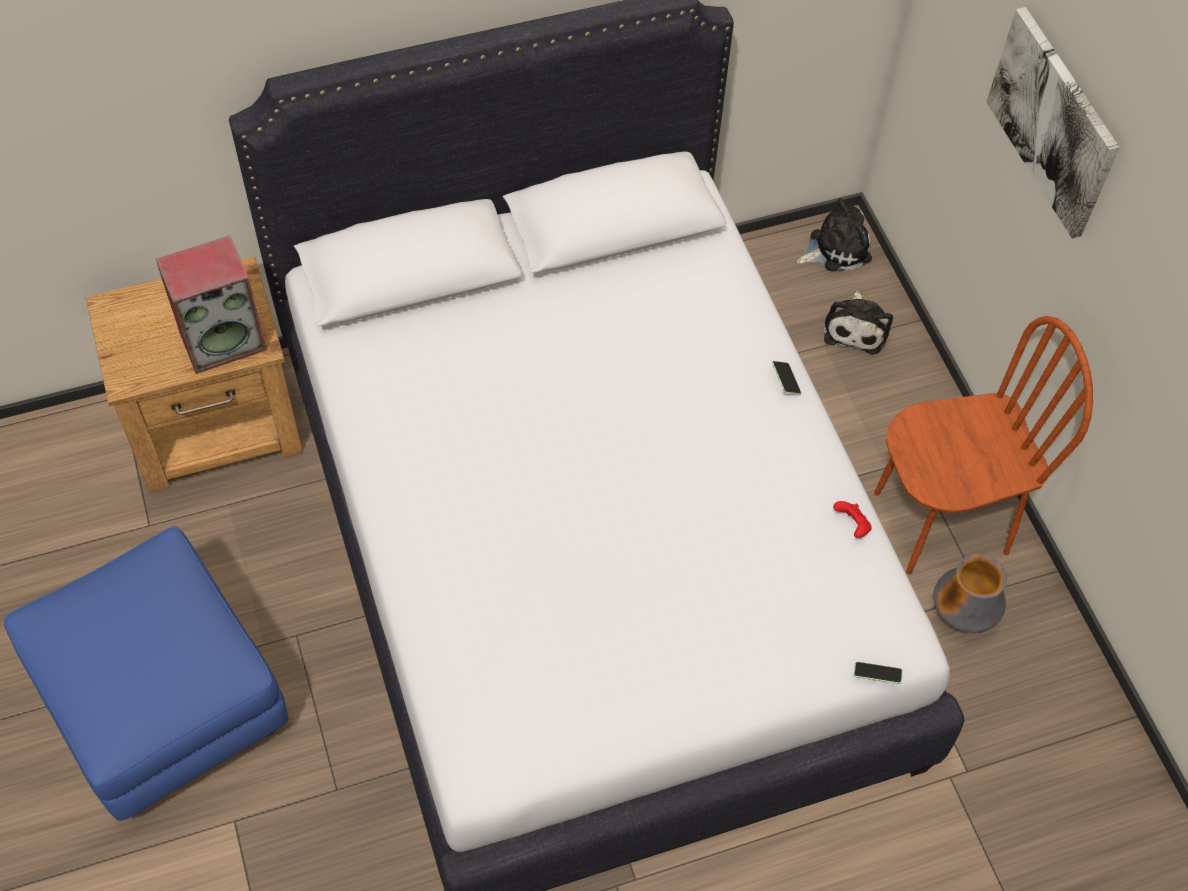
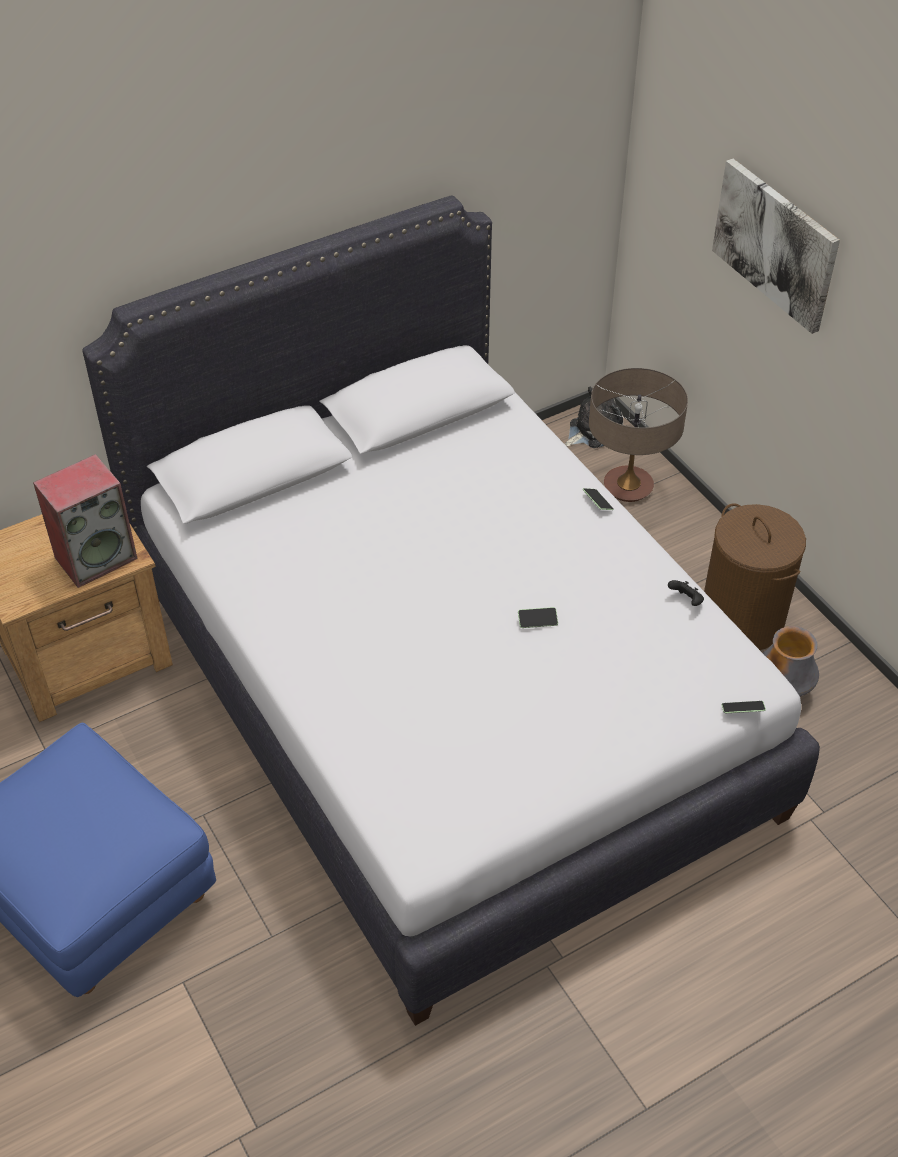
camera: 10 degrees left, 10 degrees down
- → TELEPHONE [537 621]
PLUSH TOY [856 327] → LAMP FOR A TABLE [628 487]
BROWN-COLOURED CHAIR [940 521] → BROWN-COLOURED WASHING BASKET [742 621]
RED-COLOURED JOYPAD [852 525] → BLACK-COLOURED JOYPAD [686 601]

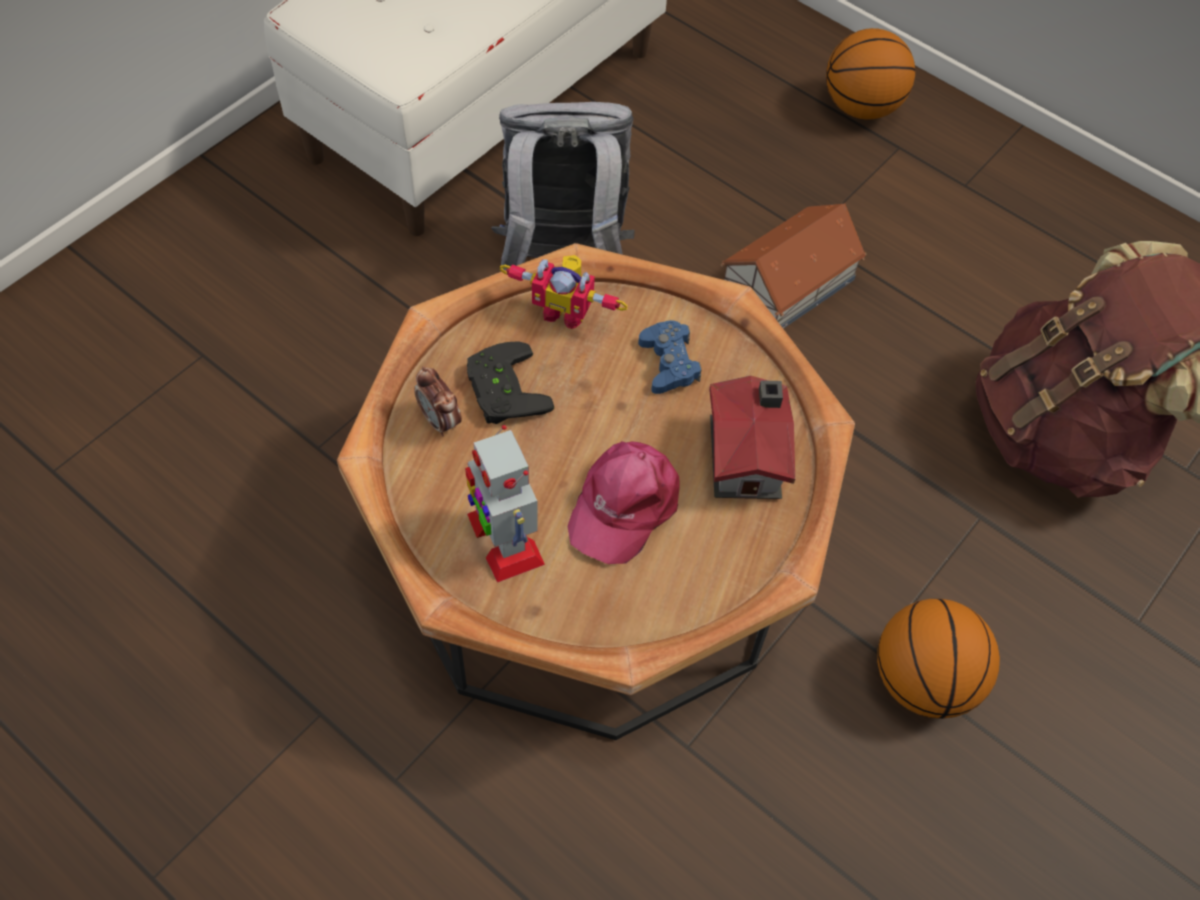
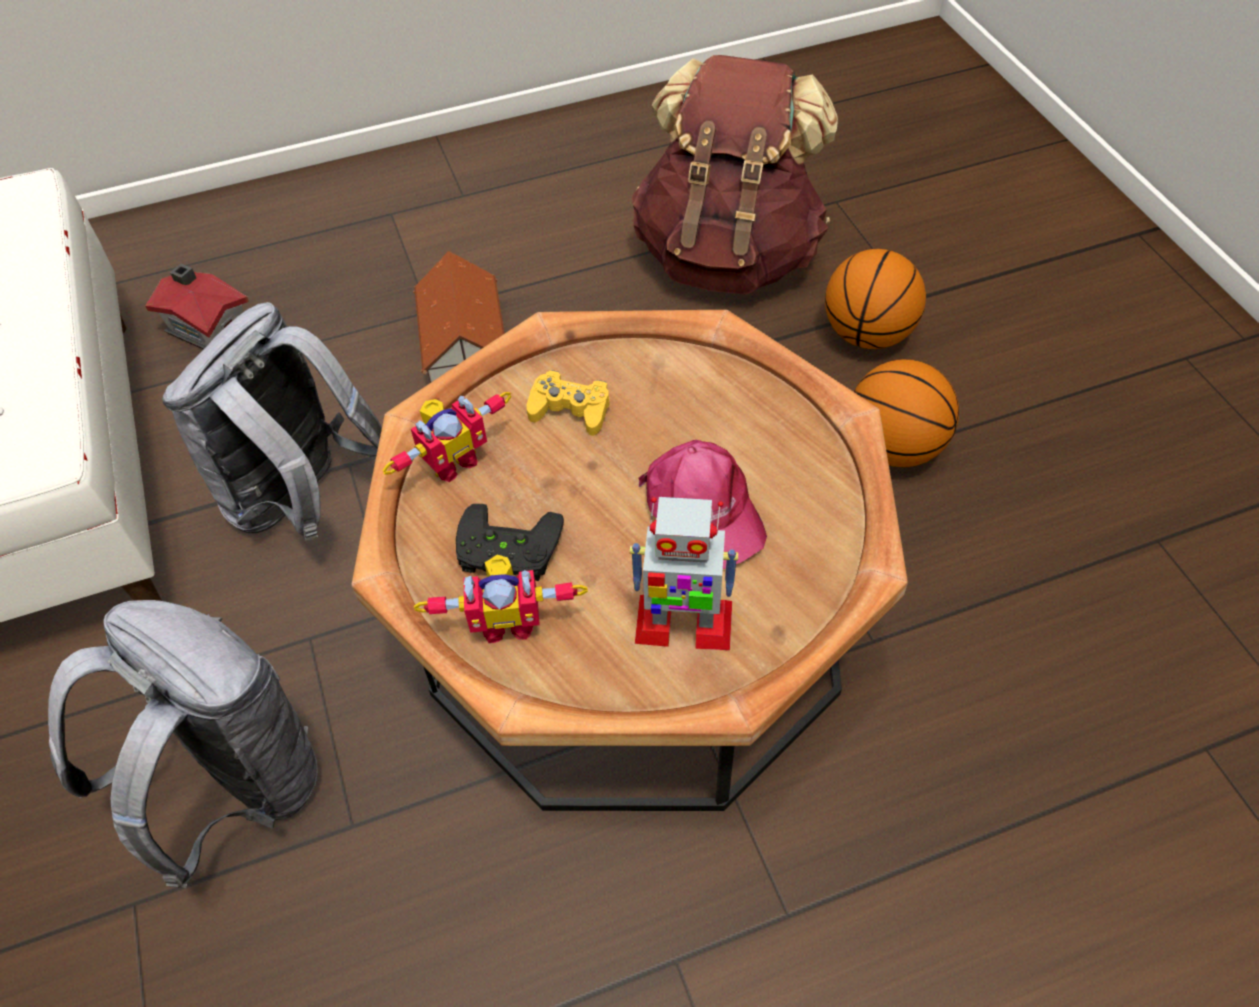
camera: 55 degrees left, 5 degrees down
- → GREYISH KNAPSACK [234 789]
MINIATURE HOUSE [747 456] → MINIATURE HOUSE [209 327], shifted
BASKETBALL [860 107] → BASKETBALL [867 335], shifted
TABLE CLOCK [440 421] → TOY ROBOT [507 621]
BLUE JOYPAD [668 363] → YELLOWISH JOYPAD [570 409]

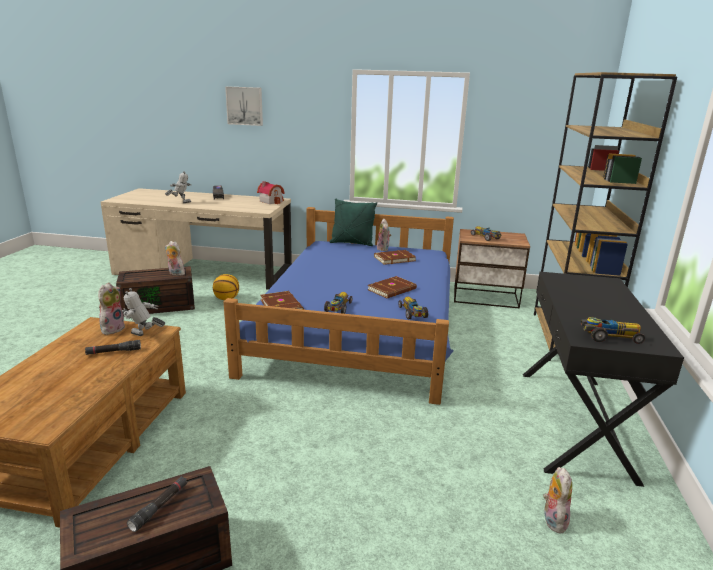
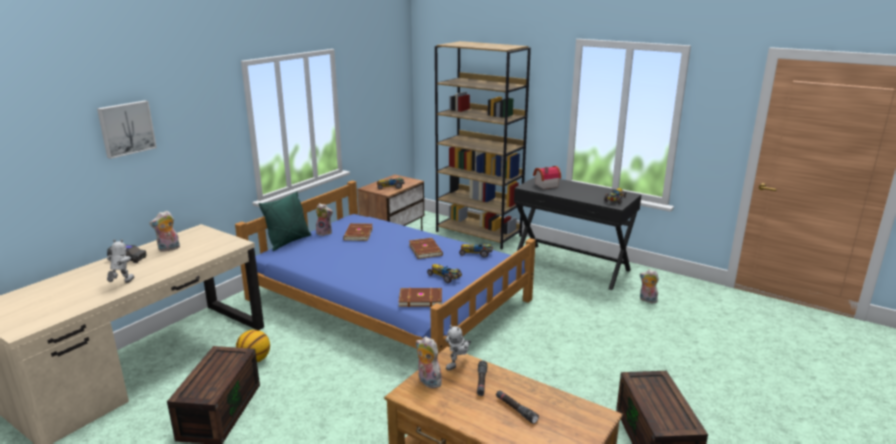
camera: 65 degrees left, 0 degrees up
BLACK-COLOURED FLASHLIGHT [160 507] → BLACK-COLOURED FLASHLIGHT [516 409], shifted
PLUSH TOY [175 273] → PLUSH TOY [169 249], shifted
MINIATURE HOUSE [271 201] → MINIATURE HOUSE [545 185], shifted

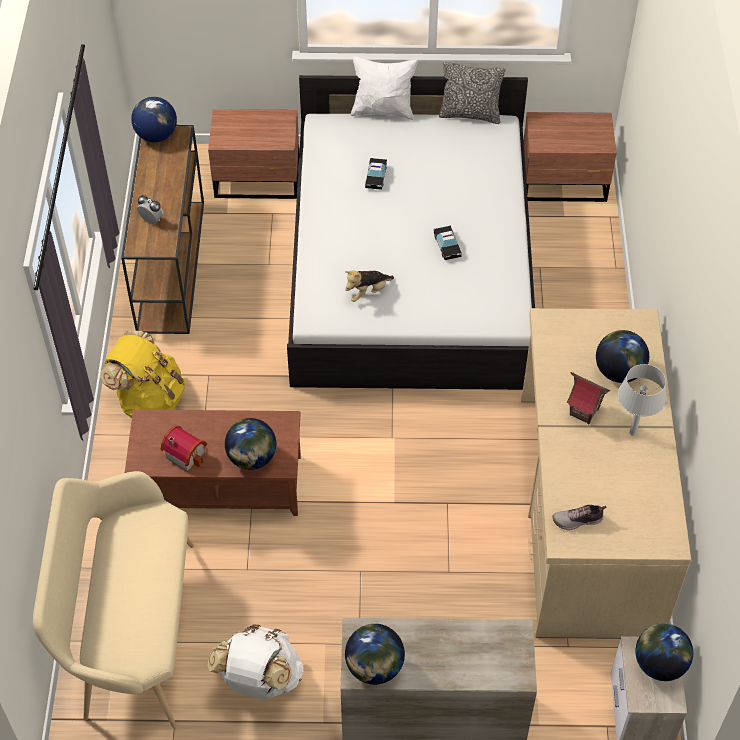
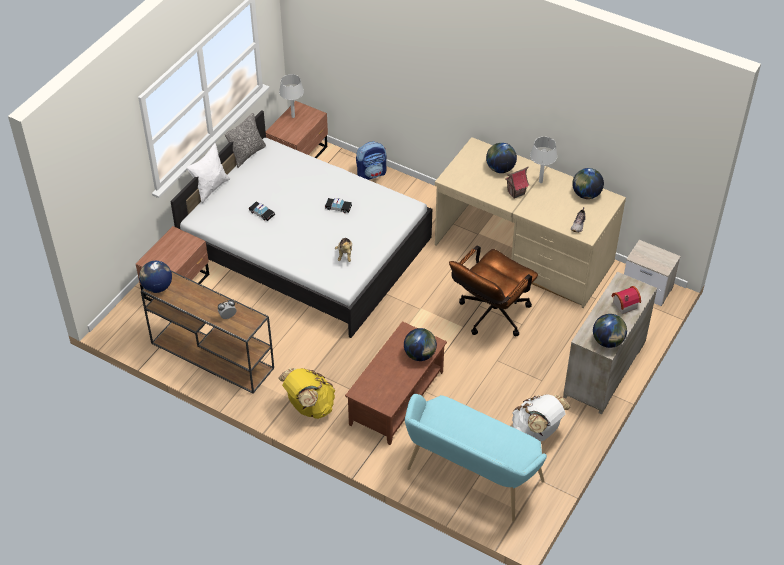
camera: 60 degrees left, 5 degrees down
- → GREYISH LAMP FOR A TABLE [293 116]
- → KNAPSACK [371 174]
- → BROWN-COLOURED DESK CHAIR [490 317]
MINIATURE HOUSE [186 453] → MINIATURE HOUSE [623 304], shifted
GLOBE [659 664] → GLOBE [586 194], shifted
BEIGE-COLOURED LONG SEAT [131 632] → TURQUOISE-COLOURED LONG SEAT [470 478]

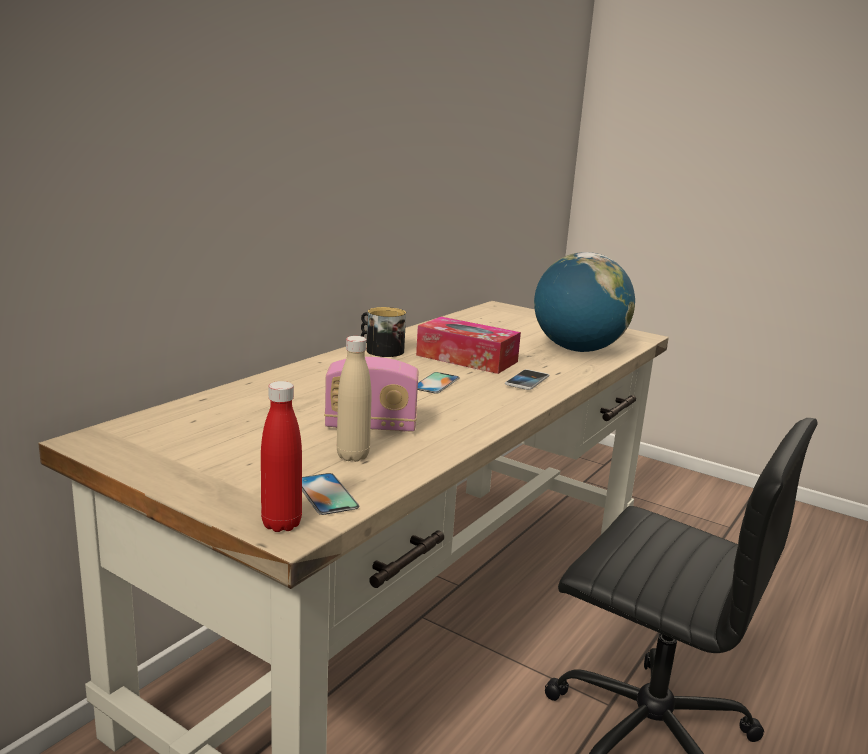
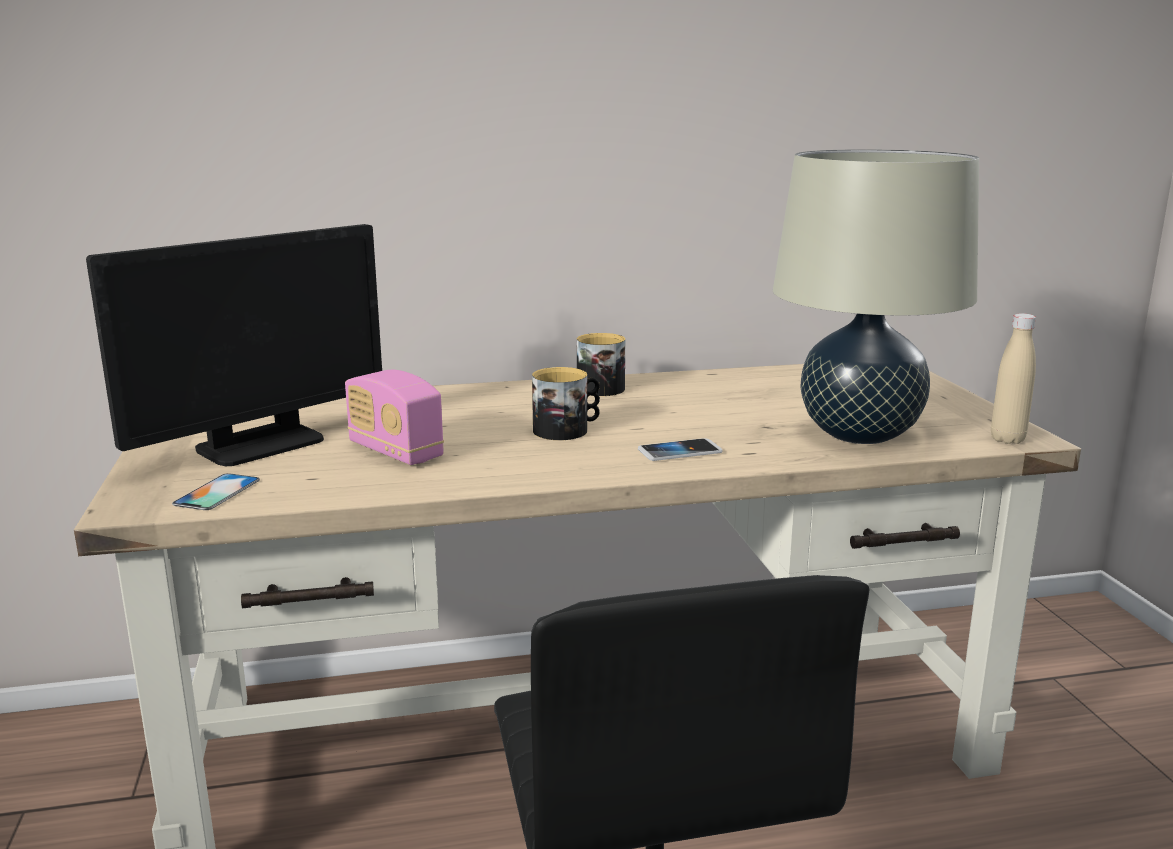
camera: 45 degrees right, 0 degrees up
RED-COLOURED DRINK BOTTLE [281 524] → -
TISSUE BOX [467 358] → -
- → MONITOR [260 444]
BEIGE-COLOURED DRINK BOTTLE [353 456] → BEIGE-COLOURED DRINK BOTTLE [1007 439], shifted
TELEPHONE [436 383] → TEA MUG [567 430]
GLOBE [577 349] → BEIGE-COLOURED LAMP FOR A TABLE [859 434]

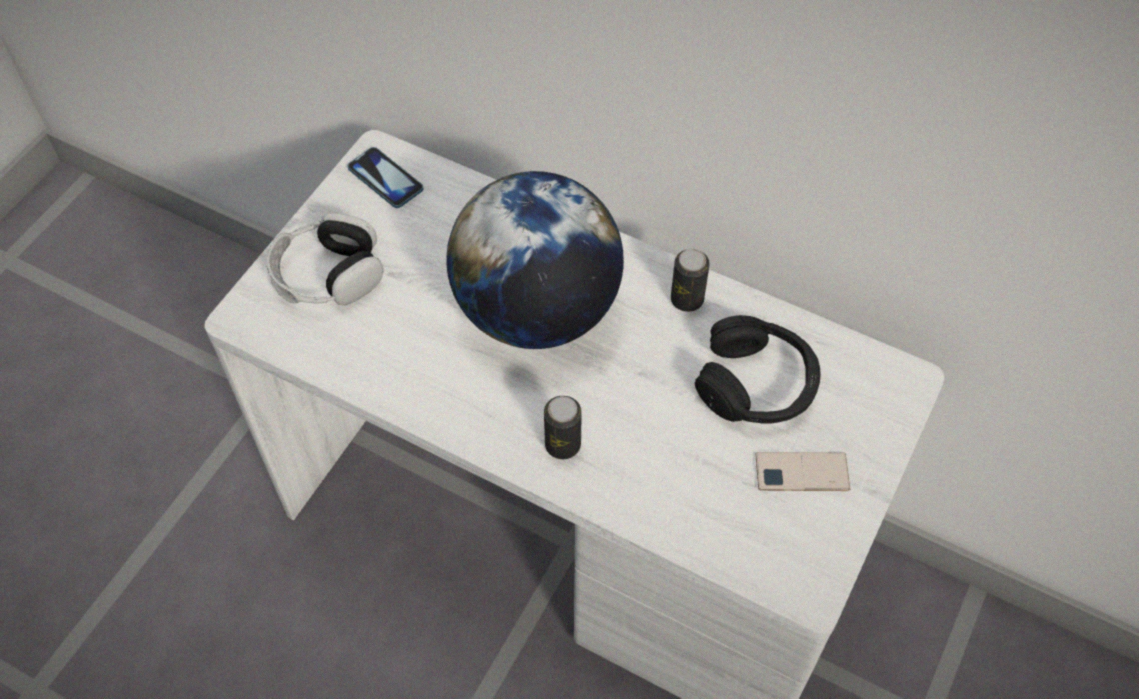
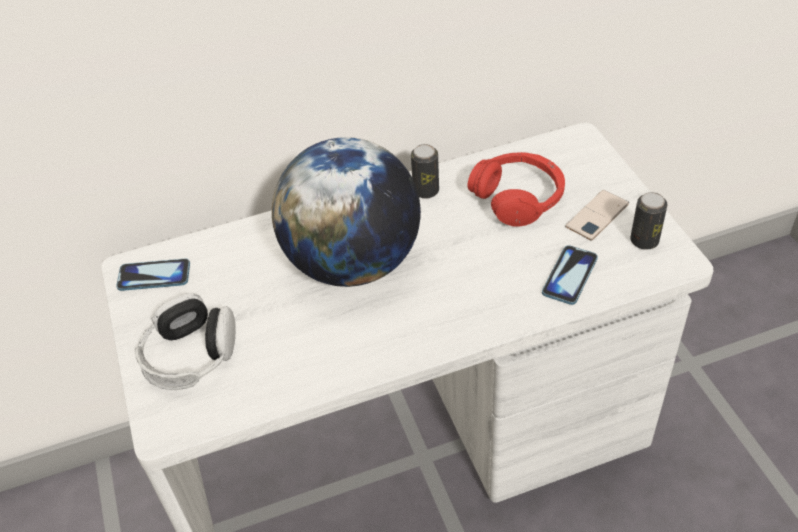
camera: 45 degrees left, 10 degrees down
- → TELEPHONE [569 276]
METAL CAN [562 445] → METAL CAN [644 241], shifted
BLACK-COLOURED HEADPHONES [757 384] → RED-COLOURED HEADPHONES [518 198]

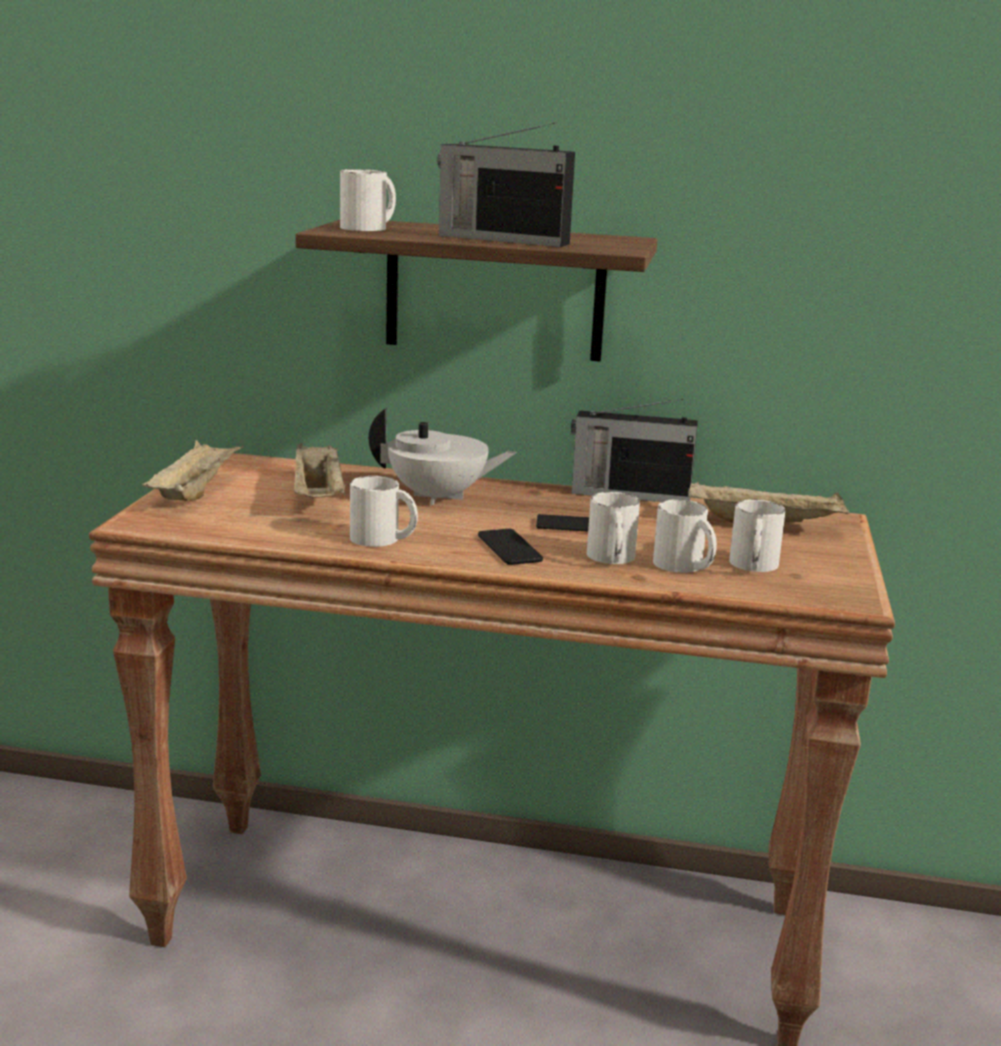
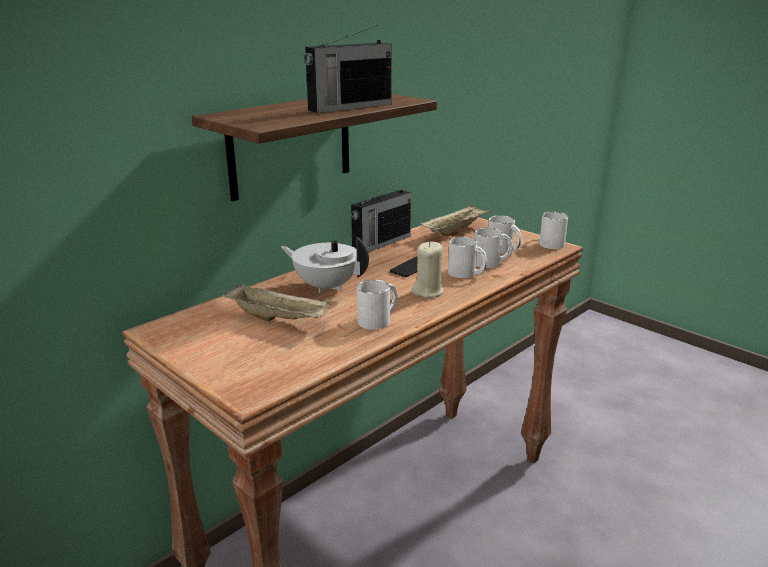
camera: 55 degrees left, 5 degrees up
BEIGE-COLOURED CARRYING TRAY [194 492] → -
WHITISH TEA MUG [370 227] → WHITISH TEA MUG [549 242], shifted
TELEPHONE [509 548] → BEIGE-COLOURED WAX LIGHT [428 291]
WHITISH TEA POT [438 497] → WHITISH TEA POT [326 286], 105 degrees counterclockwise

